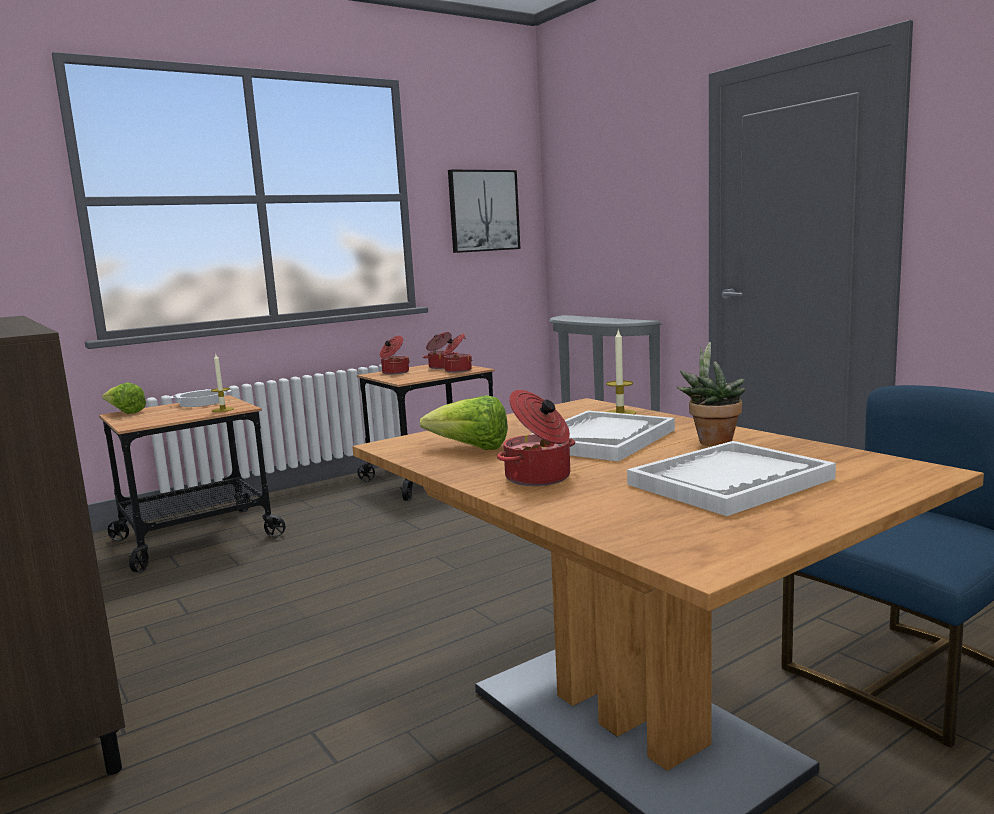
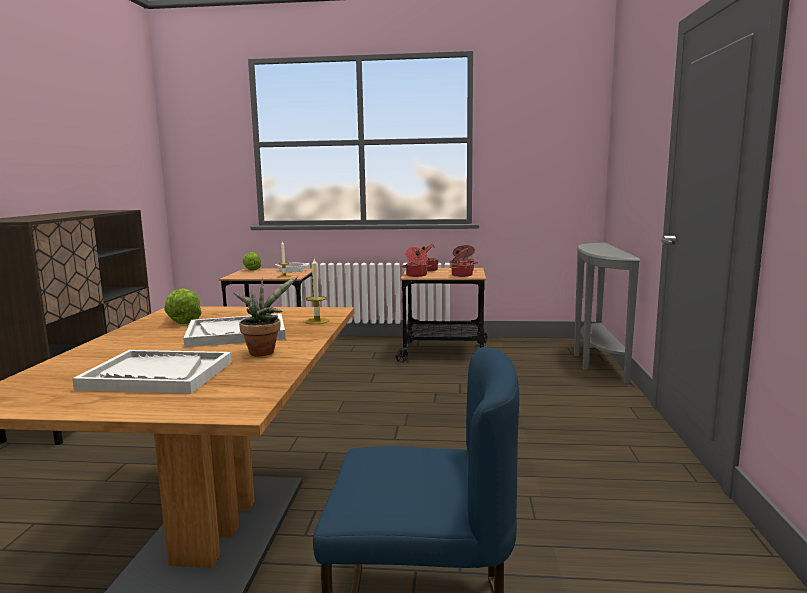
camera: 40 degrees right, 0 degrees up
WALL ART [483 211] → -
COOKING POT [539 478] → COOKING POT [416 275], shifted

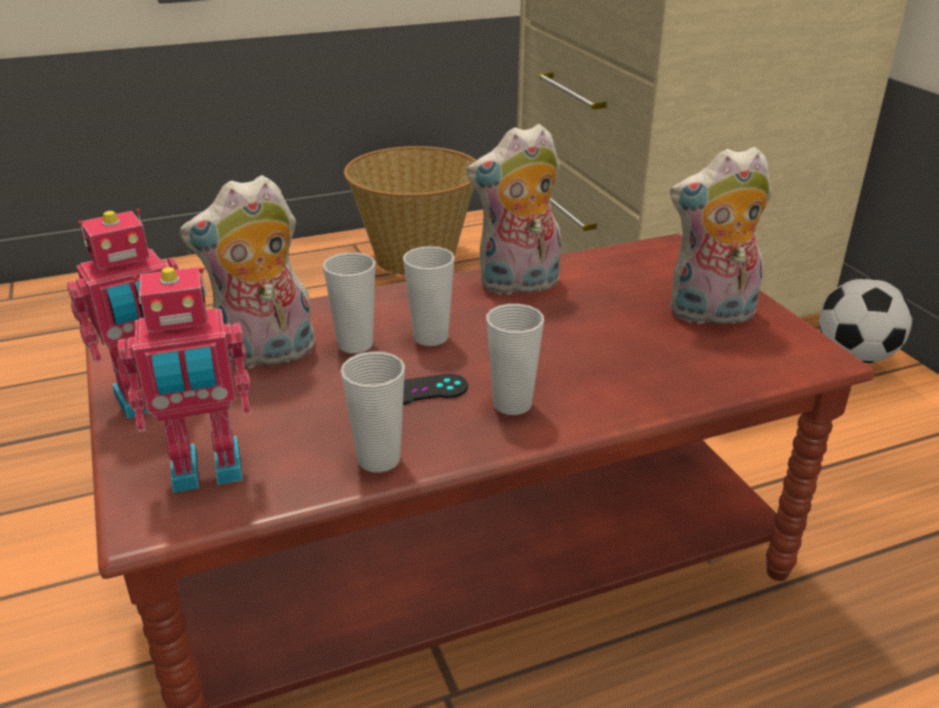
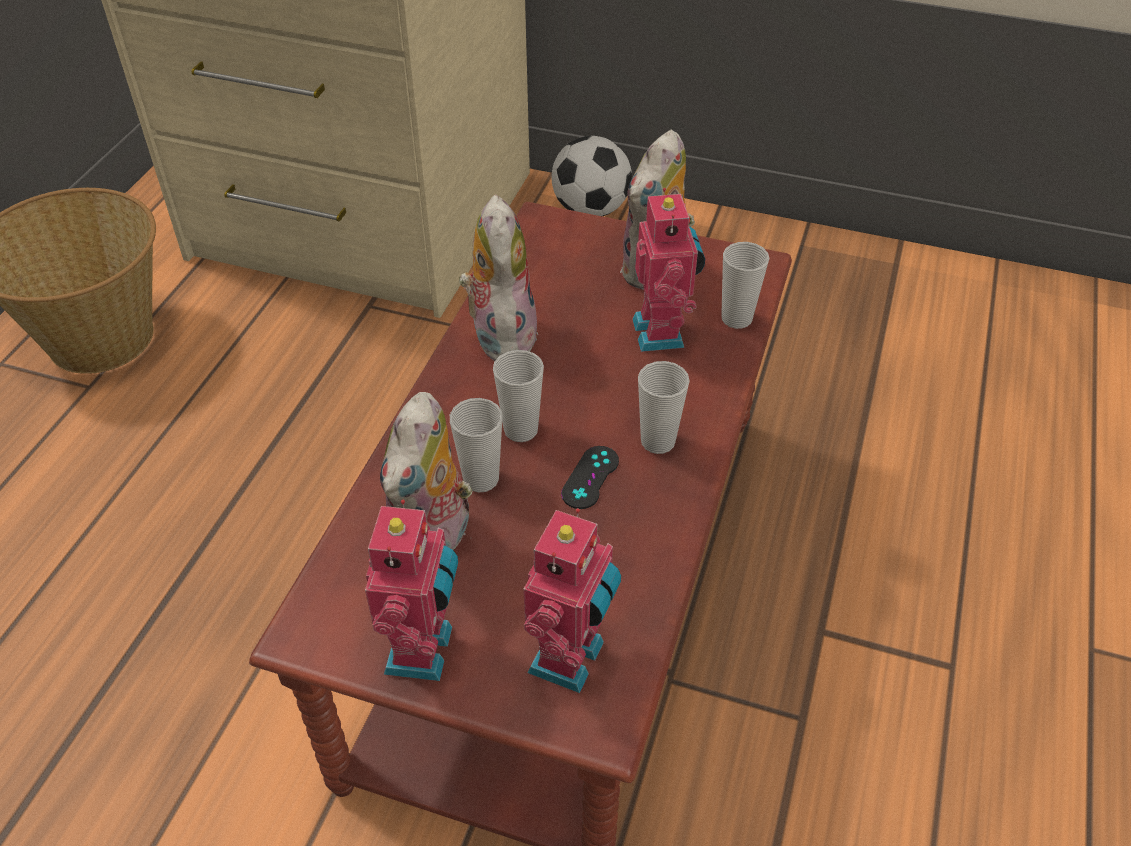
camera: 50 degrees left, 15 degrees up
- → TOY ROBOT [662 332]
CUP [379 460] → CUP [736 319], shifted
PLUSH TOY [518 285] → PLUSH TOY [500 334], 150 degrees clockwise

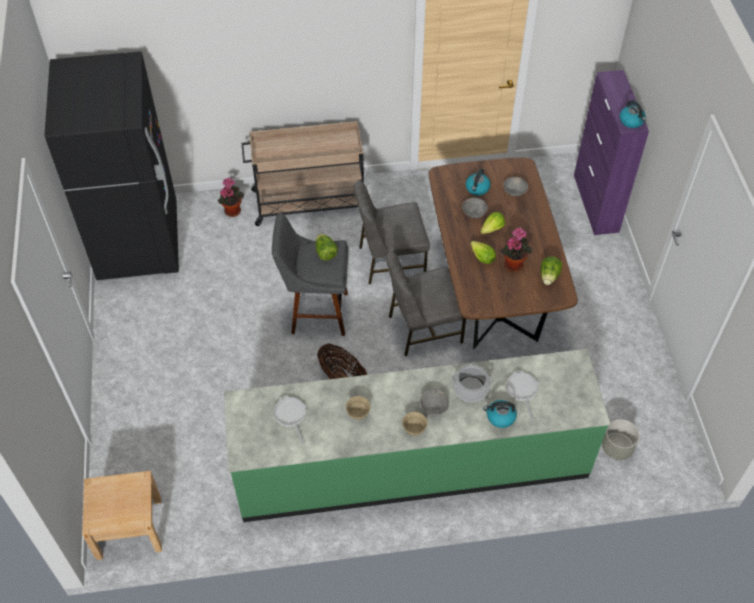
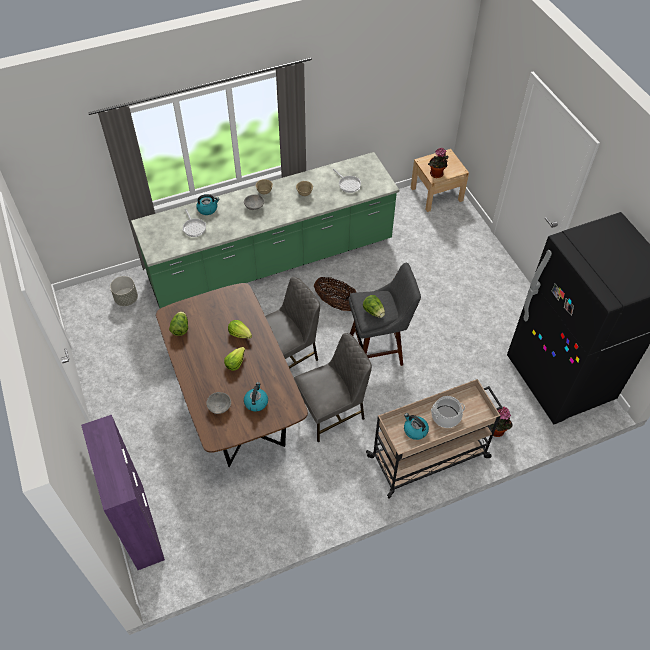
camera: 165 degrees right, 0 degrees up
GREYISH SERVING BOWL [473 213] → -
COOKING POT [470 389] → COOKING POT [446 416], shifted
POTTED PLANT [513 263] → POTTED PLANT [436 175], shifted
WATER KETTLE [632 121] → WATER KETTLE [415 430], shifted

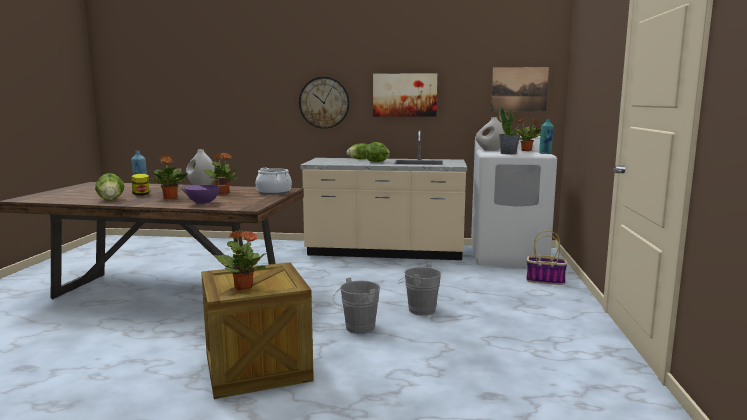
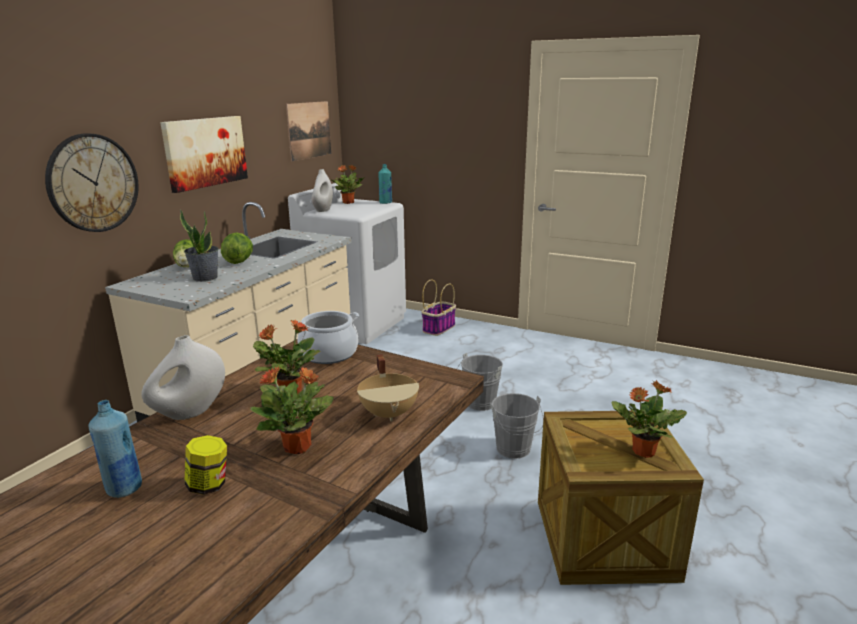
camera: 70 degrees left, 10 degrees up
LETTUCE HEAD [111 200] → -
POTTED PLANT [508 153] → POTTED PLANT [205 277], shifted
PURPLE-COLOURED COOKING POT [204 203] → BEIGE-COLOURED COOKING POT [390 413]

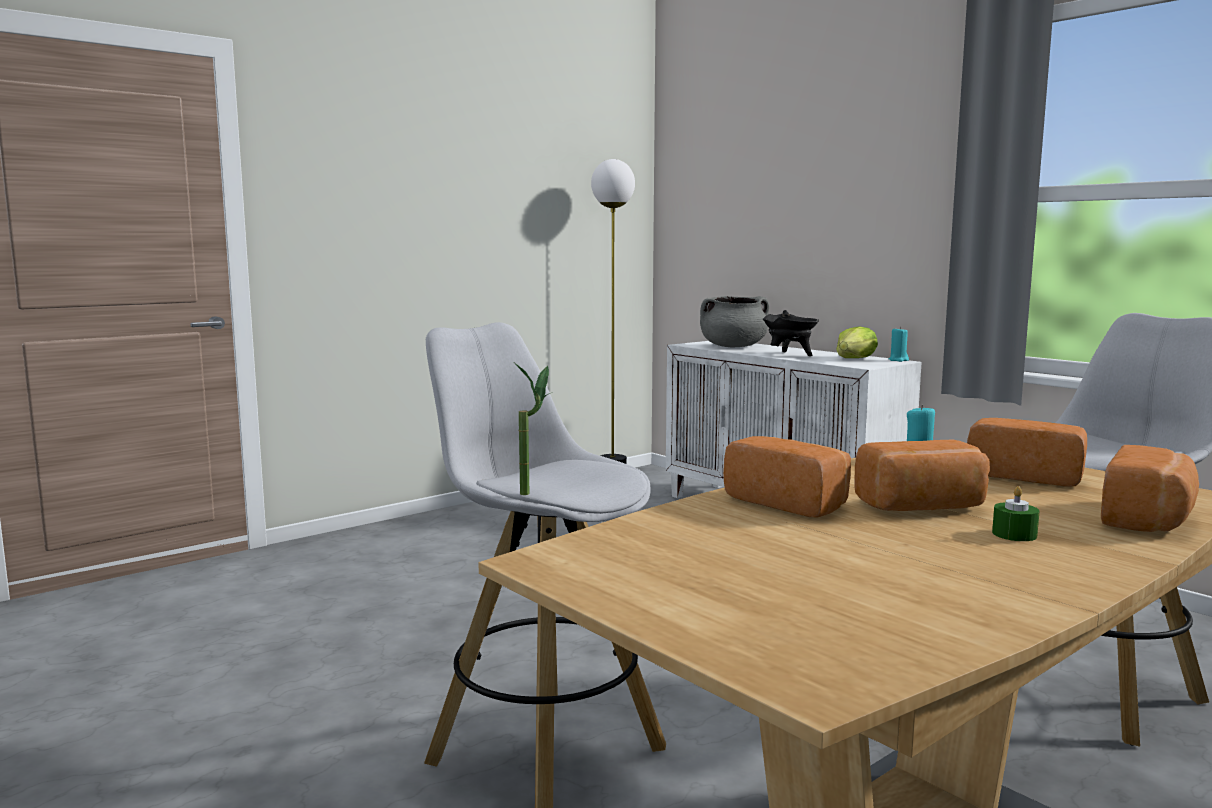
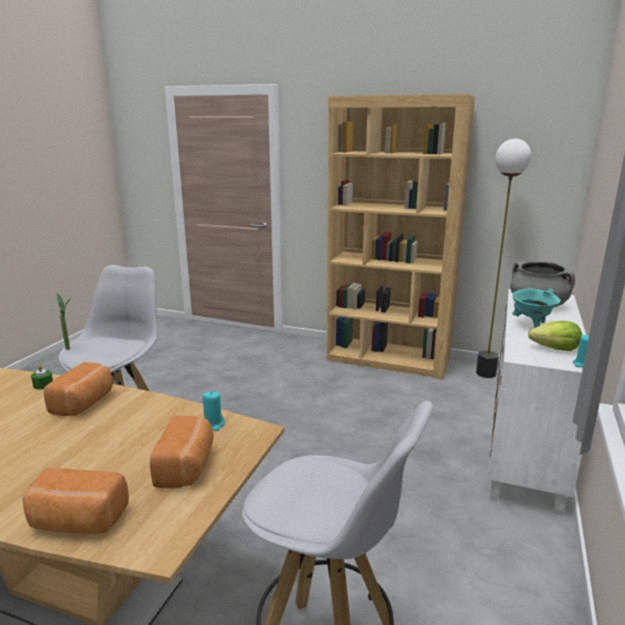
camera: 60 degrees right, 10 degrees up
BAKERY BREAD [923 507] → -
- → BROWN-COLOURED BOOKCASE [388 359]
GREEN-COLOURED WAX LIGHT [1014 534] → GREEN-COLOURED WAX LIGHT [43 384], shifted
BLACK-COLOURED COOKING POT [790 355] → TURQUOISE-COLOURED COOKING POT [531 326]

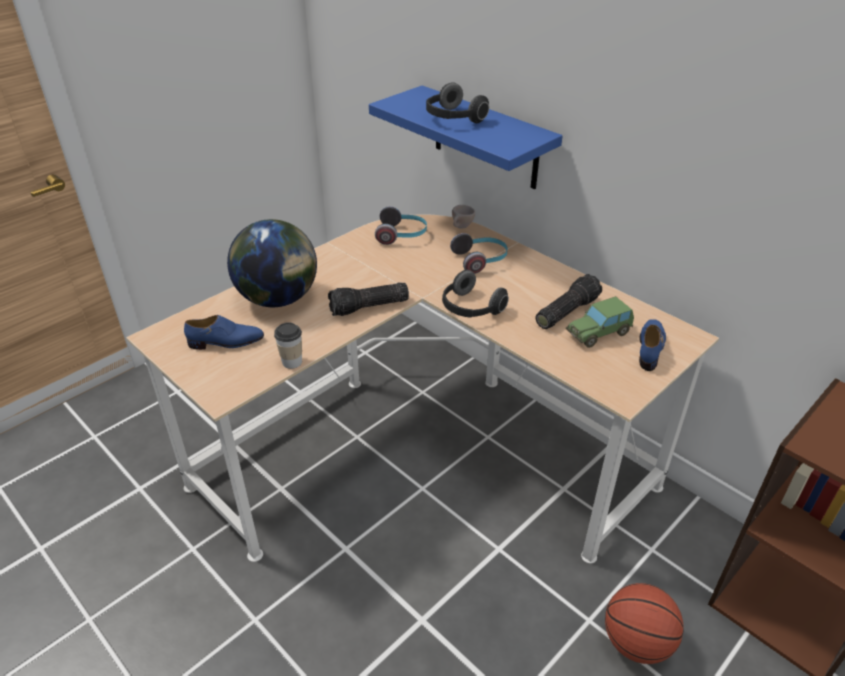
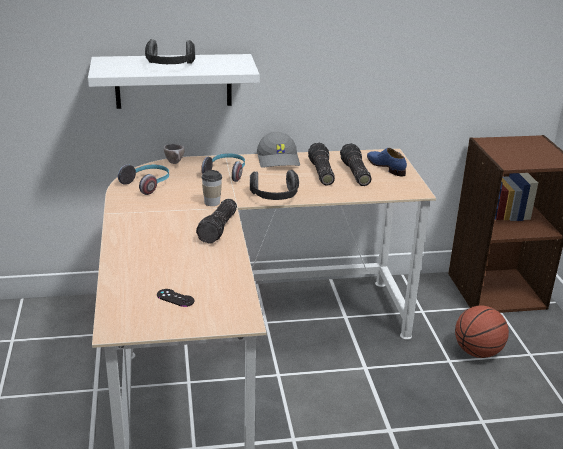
camera: 55 degrees left, 10 degrees down
GLOBE [278 299] → -
- → GREYISH CAP [279 160]
CUP [292 362] → CUP [212 202], shifted
BLUE LOW SHOE [226 342] → BLACK-COLOURED JOYPAD [175 298]
MINIATURE CAR [599 333] → FLASHLIGHT [354 173]
BLUE SHELF [485 138] → WHITISH SHELF [173 81]

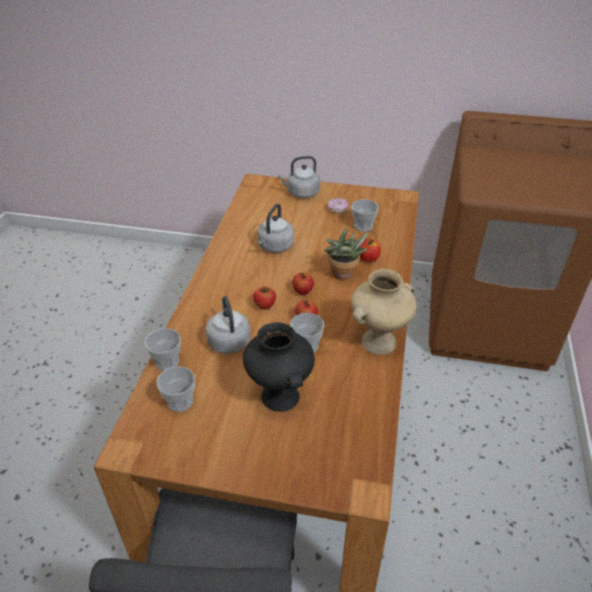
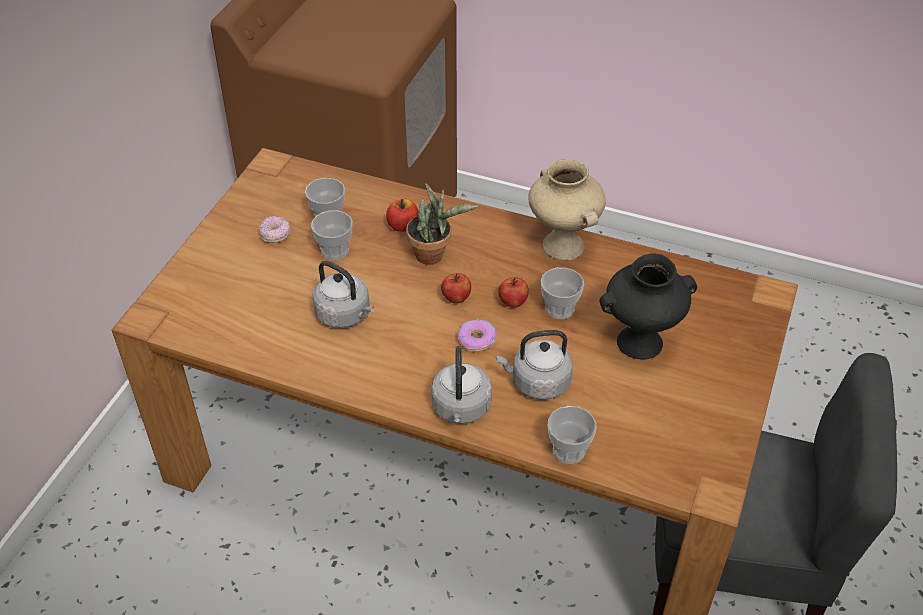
camera: 80 degrees left, 5 degrees up
CUP [180 402] → CUP [334 250], shifted
GREYISH WATER KETTLE [301 193] → GREYISH WATER KETTLE [461 409], shifted
APPLE FRUIT [265 306] → RING DOUGHNUT [477 340]

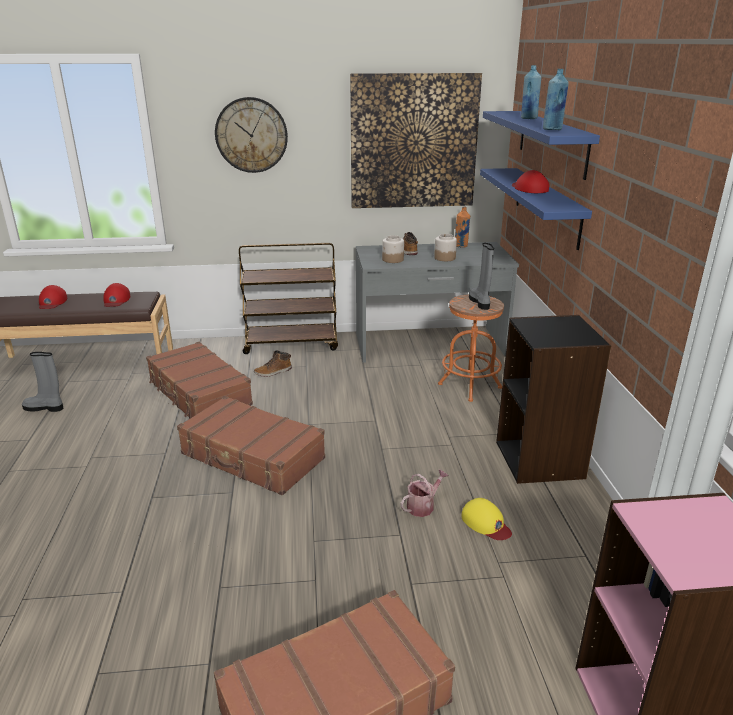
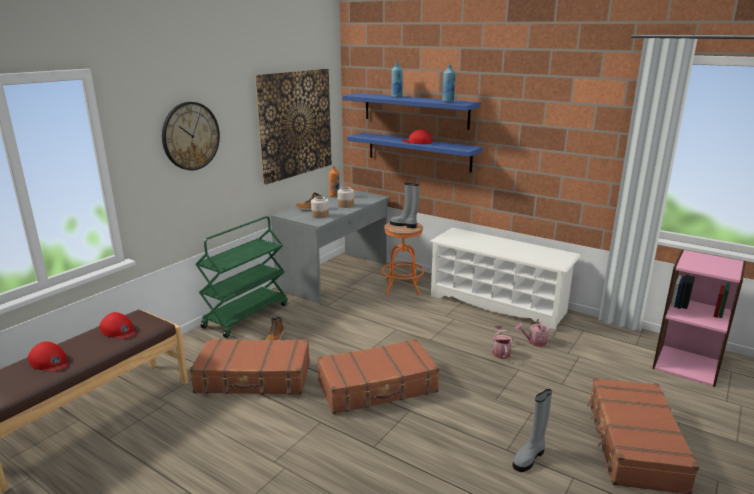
camera: 50 degrees left, 5 degrees down
GREYISH HIGH-TOP BOOT [45 408] → GREYISH HIGH-TOP BOOT [529 457], shifted
YELLOWISH CAP [486 523] → WATERING POT [534 342]
BLACK-COLOURED BOOKCASE [540 460] → WHITISH SHOE RACK [498 304]
BROWN-COLOURED WHEELED CART [292 344] → GREEN-COLOURED WHEELED CART [246 315]

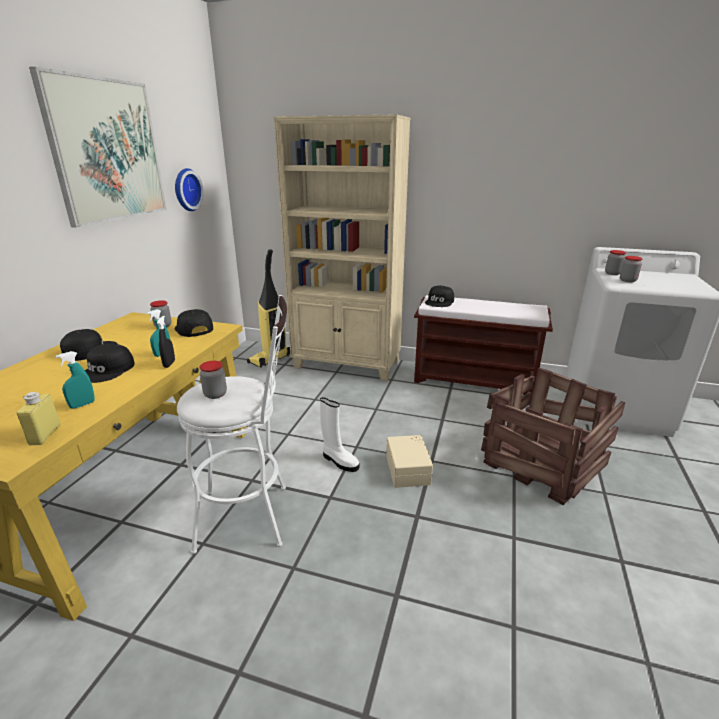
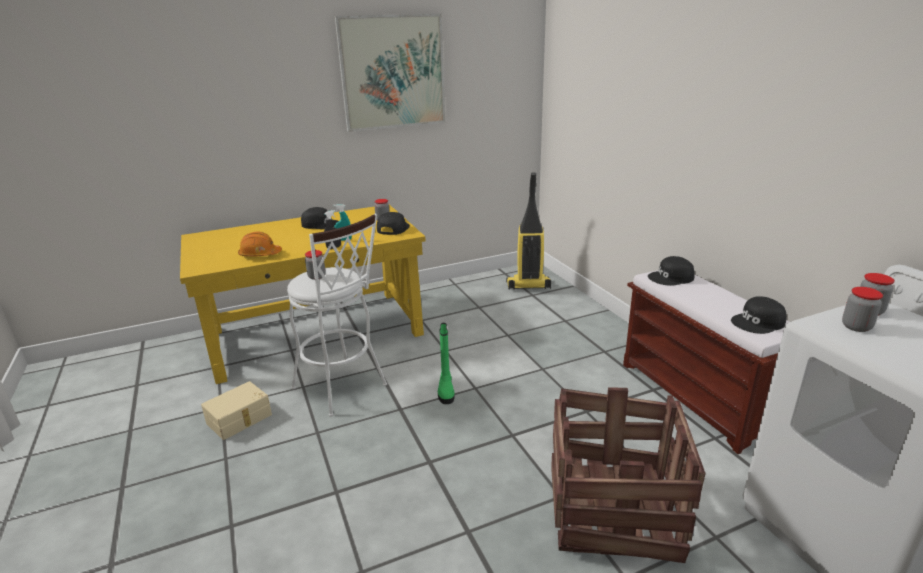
camera: 50 degrees right, 0 degrees up
YELLOWISH DRINK BOTTLE [45 435] → -
HANGING CLOCK [186 190] → -
BEIGE-COLOURED BOOKCASE [347 365] → -
BLACK-COLOURED CAP [108 370] → BLACK-COLOURED CAP [758 322], shifted
BEIGE-COLOURED STORAGE BIN [409 469] → BEIGE-COLOURED STORAGE BIN [240 419], shifted
TURQUOISE-COLOURED HAND SPRAYER [82 405] → ORANGE-COLOURED HARD HAT [260 255]
WHITISH HIGH-TOP BOOT [339 461] → GREEN-COLOURED HIGH-TOP BOOT [446 390]

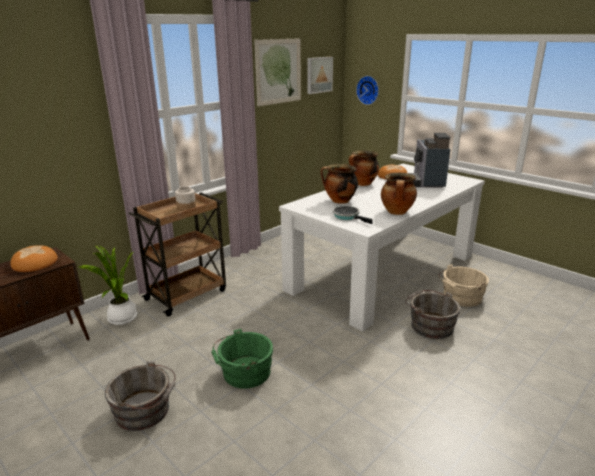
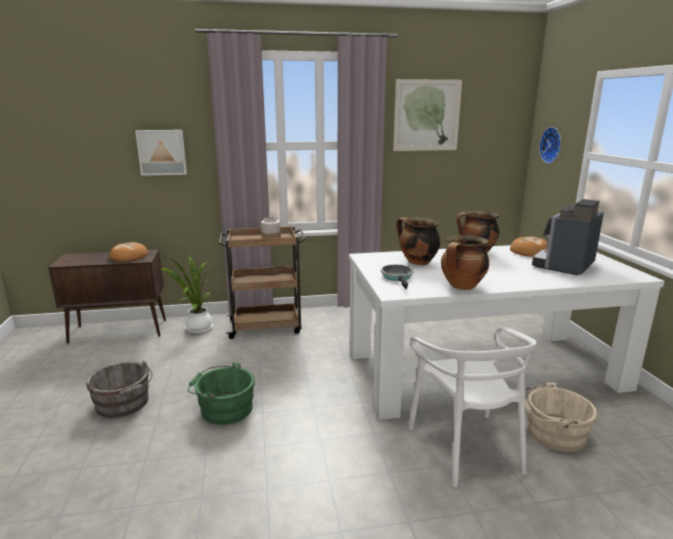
camera: 35 degrees right, 5 degrees down
WALL ART [318 75] → WALL ART [162 152], shifted
GREYISH BUCKET [429 325] → WHITISH CHAIR [466 447]

